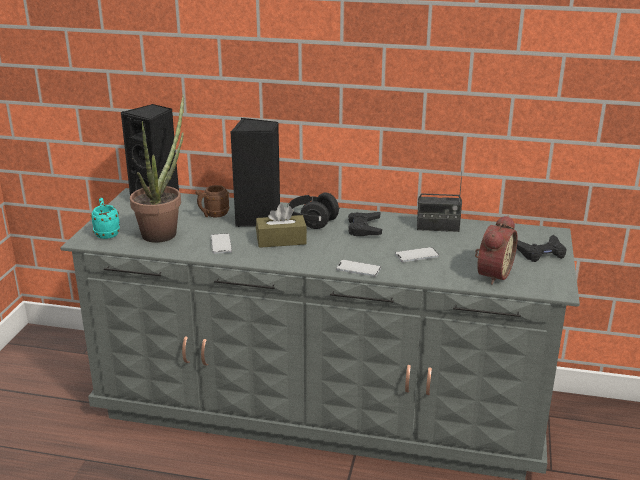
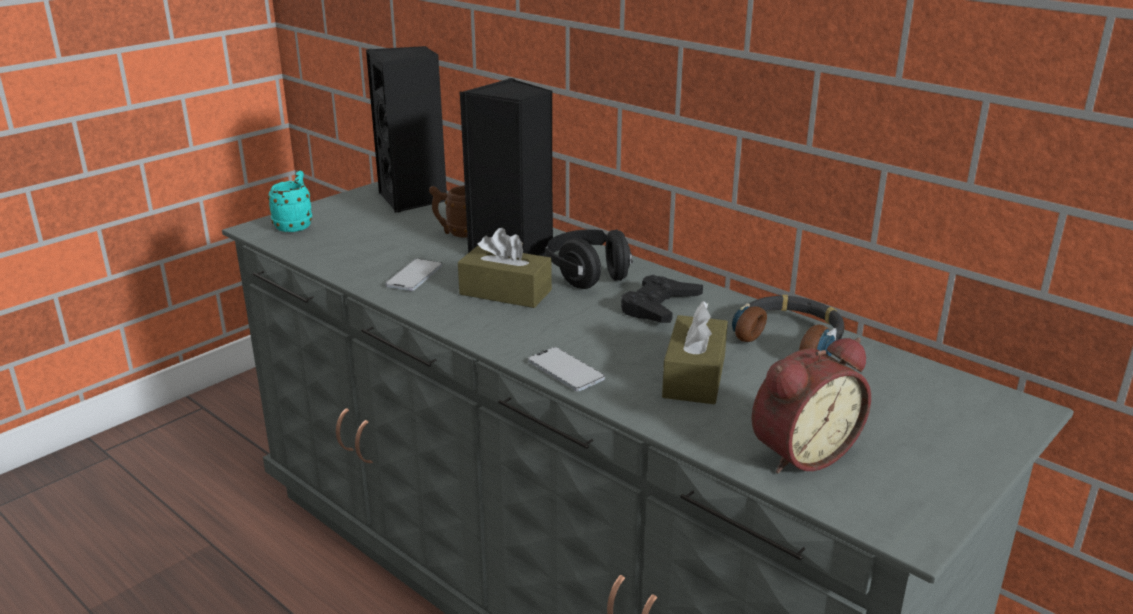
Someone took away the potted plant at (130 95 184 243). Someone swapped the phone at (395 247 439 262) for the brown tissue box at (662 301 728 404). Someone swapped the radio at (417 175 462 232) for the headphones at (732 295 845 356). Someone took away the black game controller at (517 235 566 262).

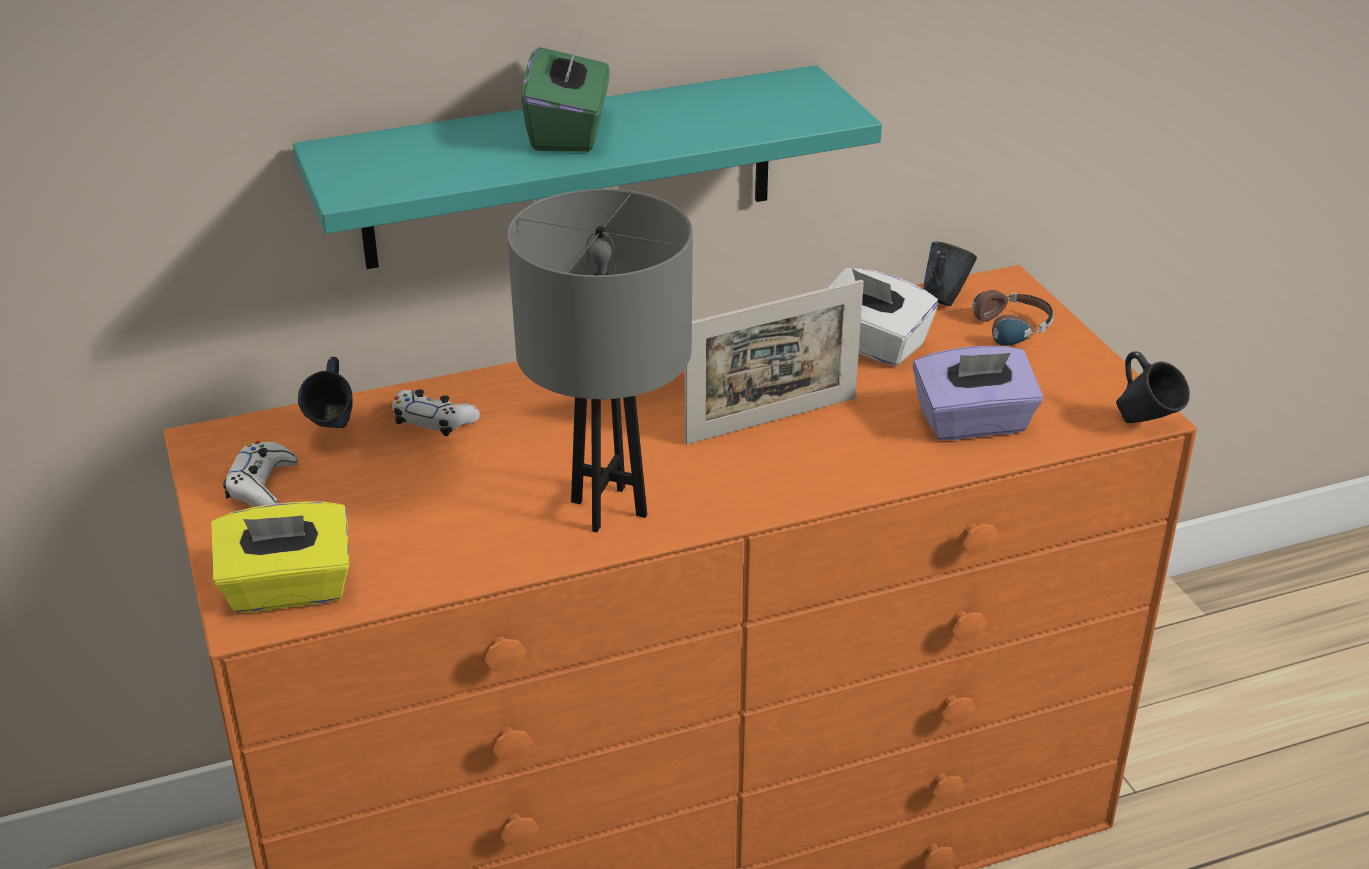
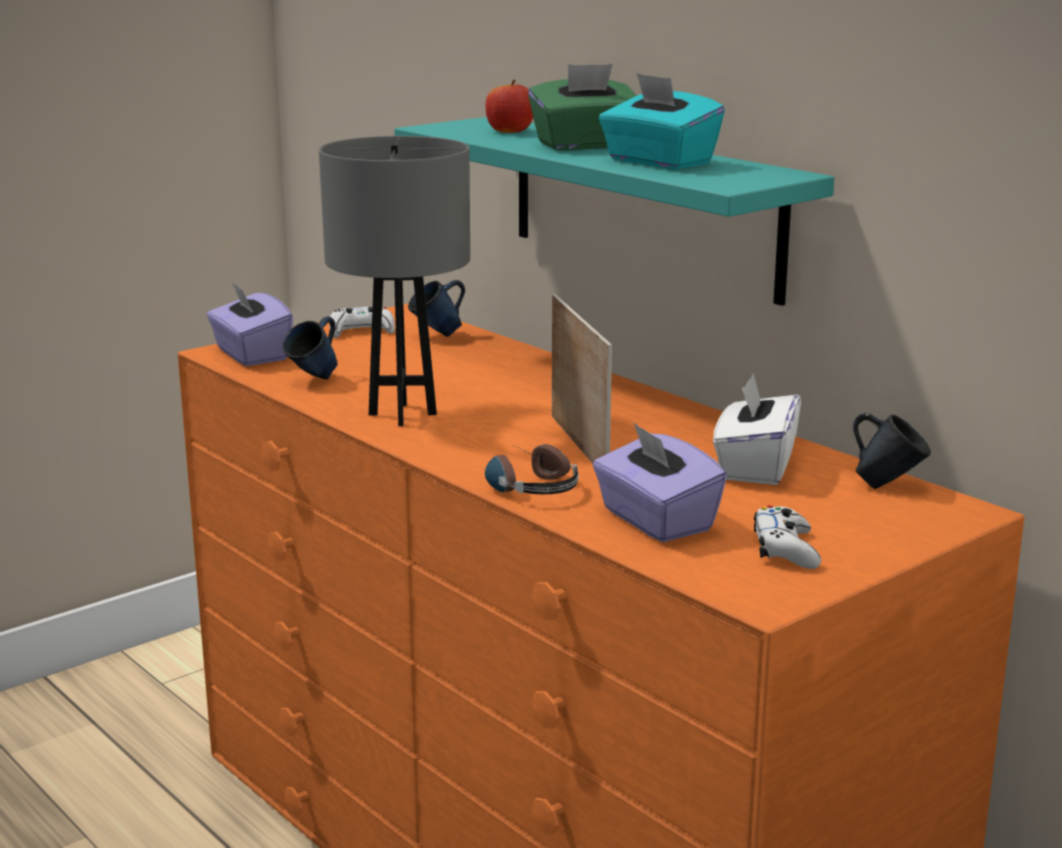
Someone repainted the yellow tissue box at (211 501 350 613), which became the purple tissue box at (207 281 293 366). Someone carried the white game controller from (392 389 480 436) to (754 505 821 569). Someone rotated the picture frame at (685 280 864 445) by 150 degrees counterclockwise. Someone carried the headphones from (944 290 1054 346) to (485 444 579 494). Someone carried the blue mug from (1116 351 1190 423) to (283 316 338 379). Someone put down the apple at (485 80 533 133). Someone put down the turquoise tissue box at (599 73 725 169).

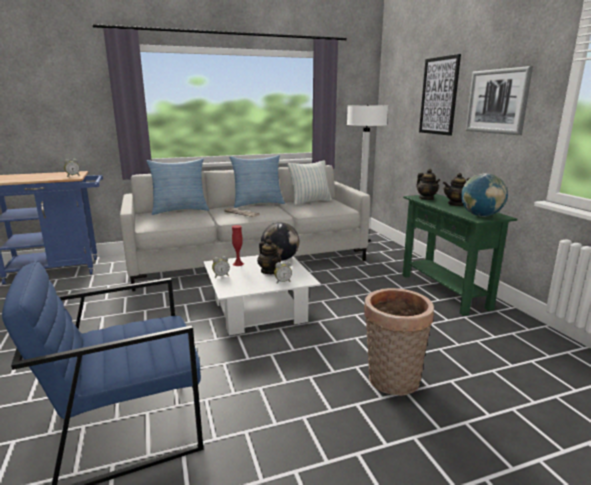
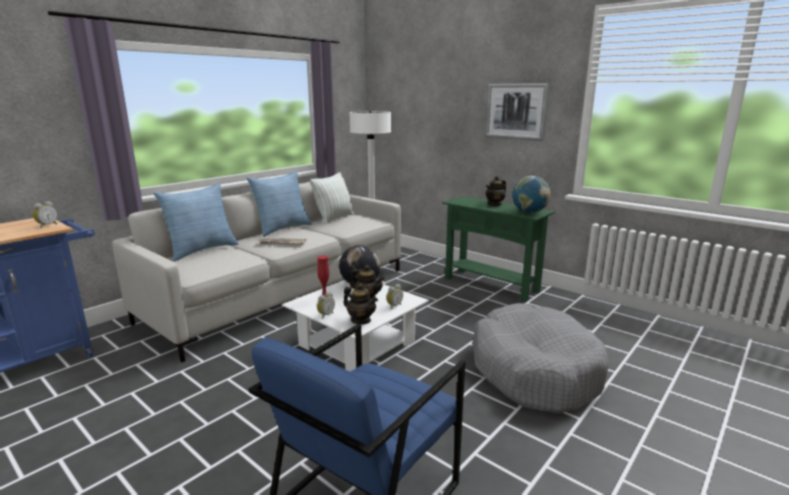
Someone swapped the basket at (364 288 434 396) for the grey dog bed at (473 303 609 414). Someone carried the teapot from (416 169 440 200) to (343 283 378 324). Someone took away the picture at (419 54 461 136).

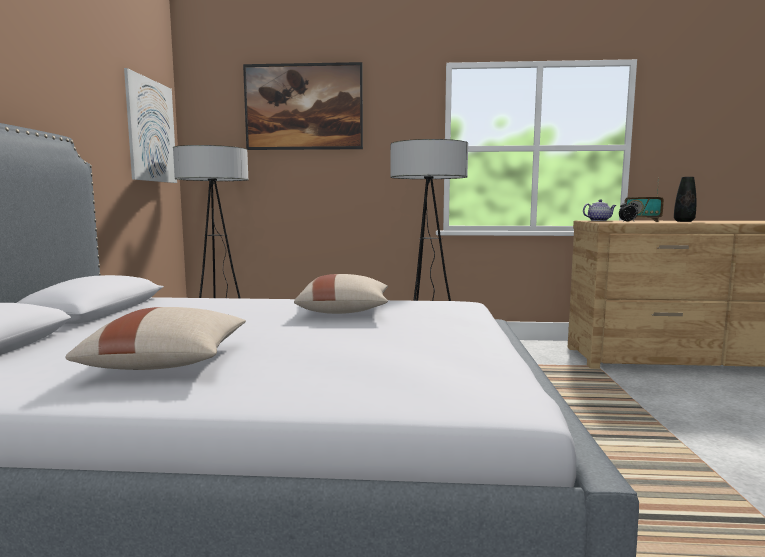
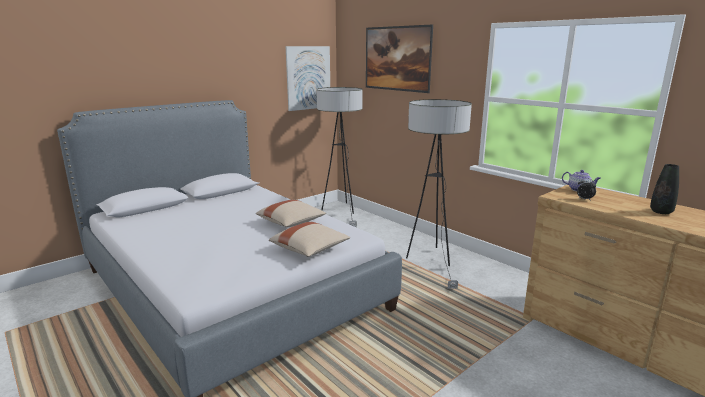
Someone carried the beige pillow from (65 307 246 370) to (269 222 350 257). Someone took away the radio at (624 177 664 222).

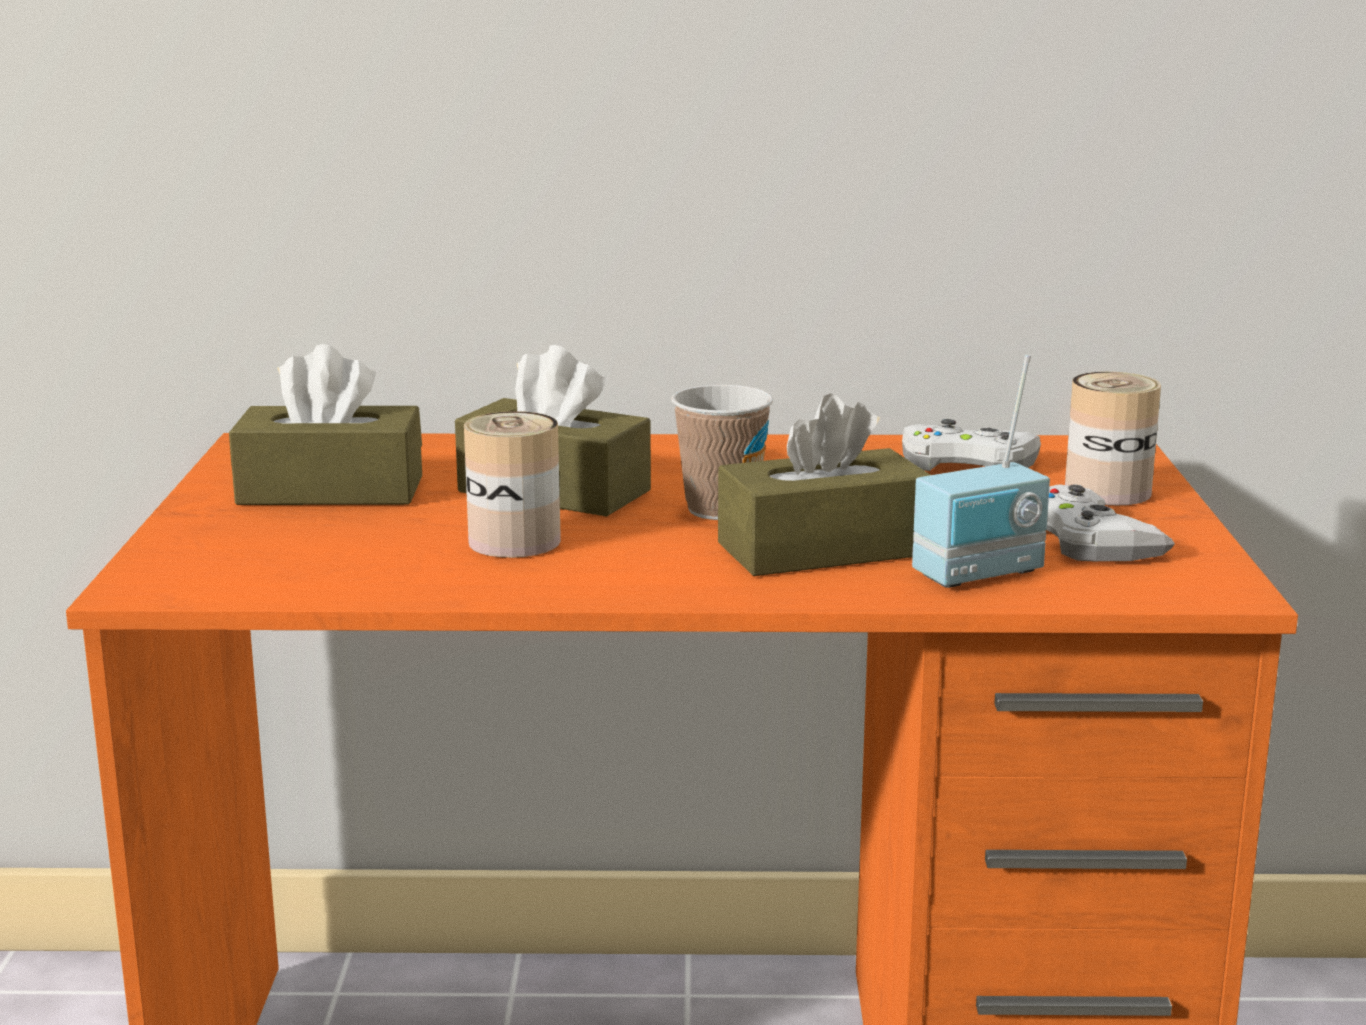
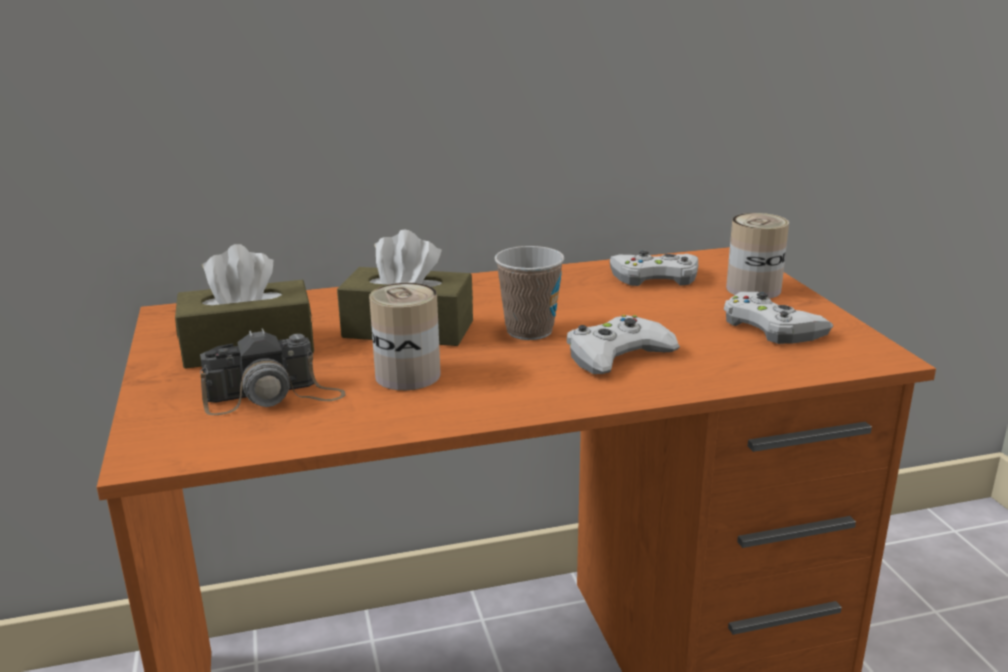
Someone swapped the brown tissue box at (718 393 930 576) for the white game controller at (567 315 680 374). Someone took away the radio at (912 355 1050 588). Someone put down the photo camera at (200 329 345 415).

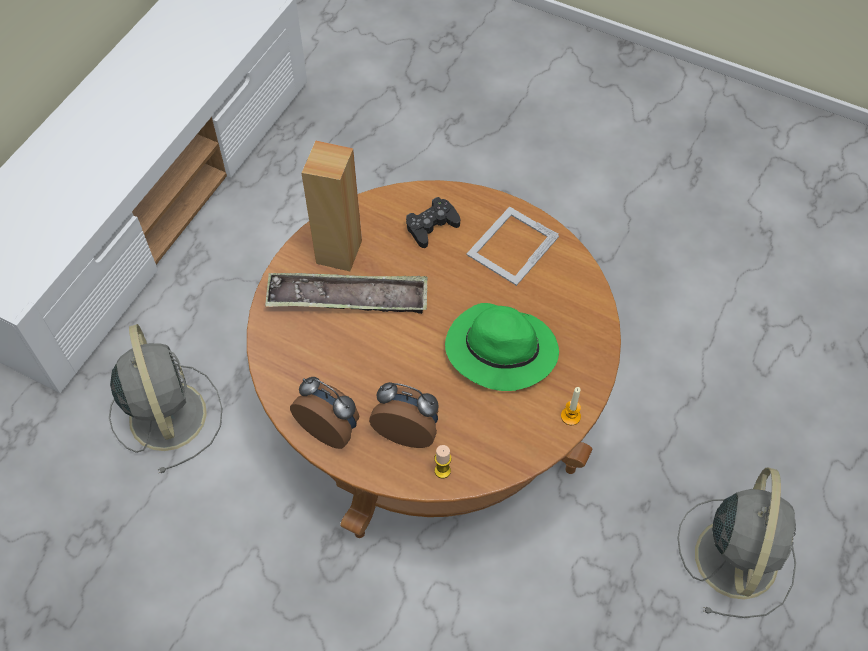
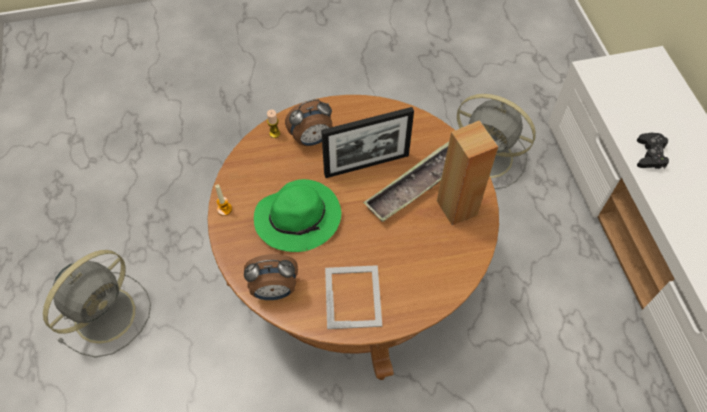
Someone carried the alarm clock from (290 377 359 449) to (244 254 298 300). Someone carried the black game controller from (406 197 460 248) to (637 132 669 169). Someone rotated the grey fan at (678 468 796 618) by 120 degrees counterclockwise. Someone put down the picture frame at (321 107 414 178).

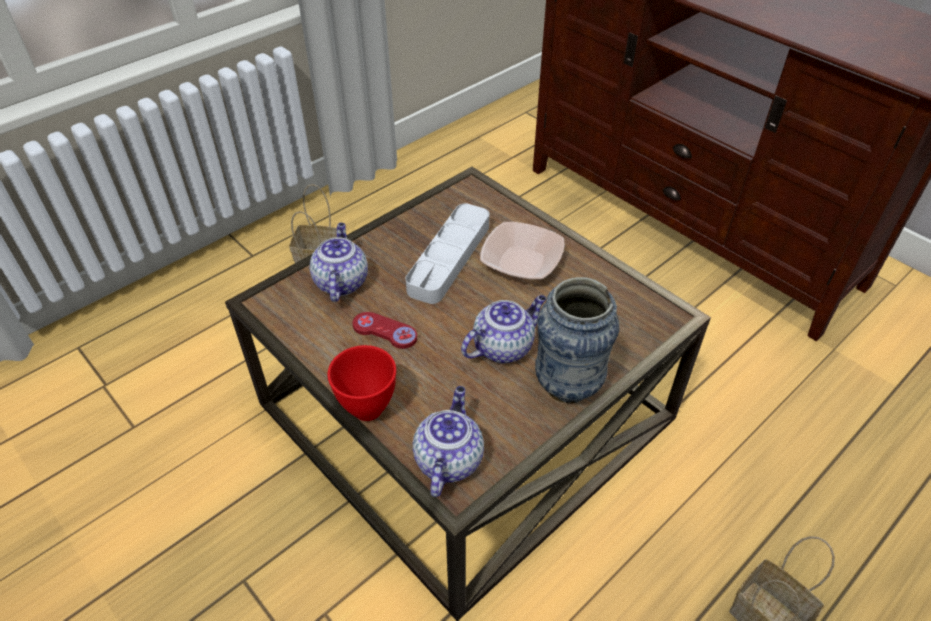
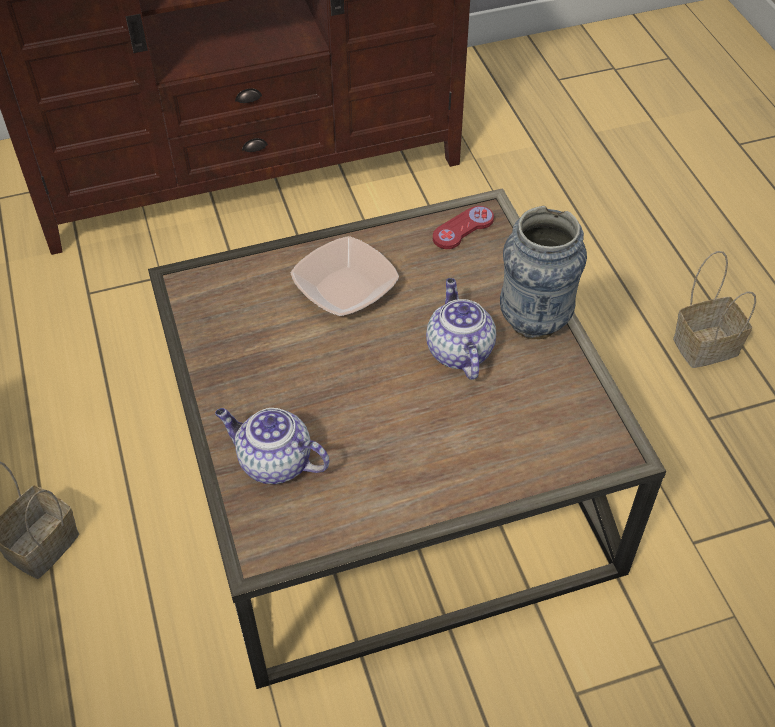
Someone took away the red bowl at (328 345 396 421). Someone carried the red game controller from (353 312 417 349) to (433 206 494 249). Someone took away the grey tray at (406 203 489 304). Someone took away the teapot at (413 386 484 497).

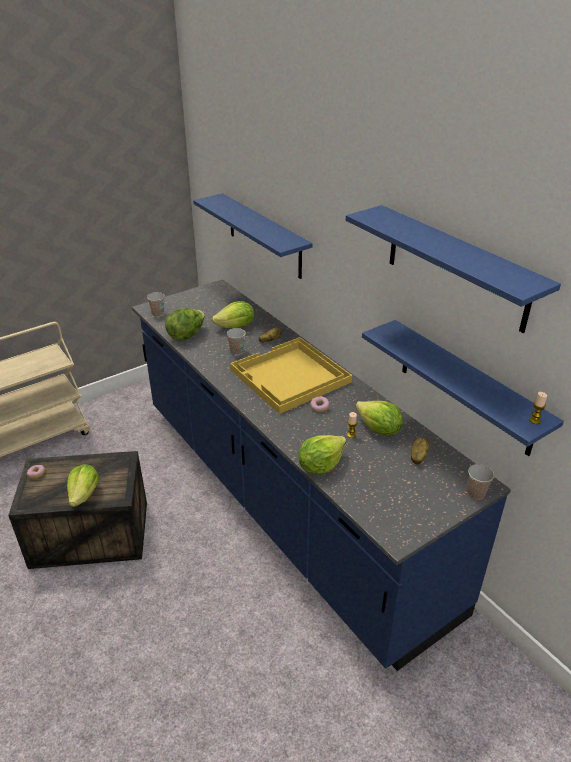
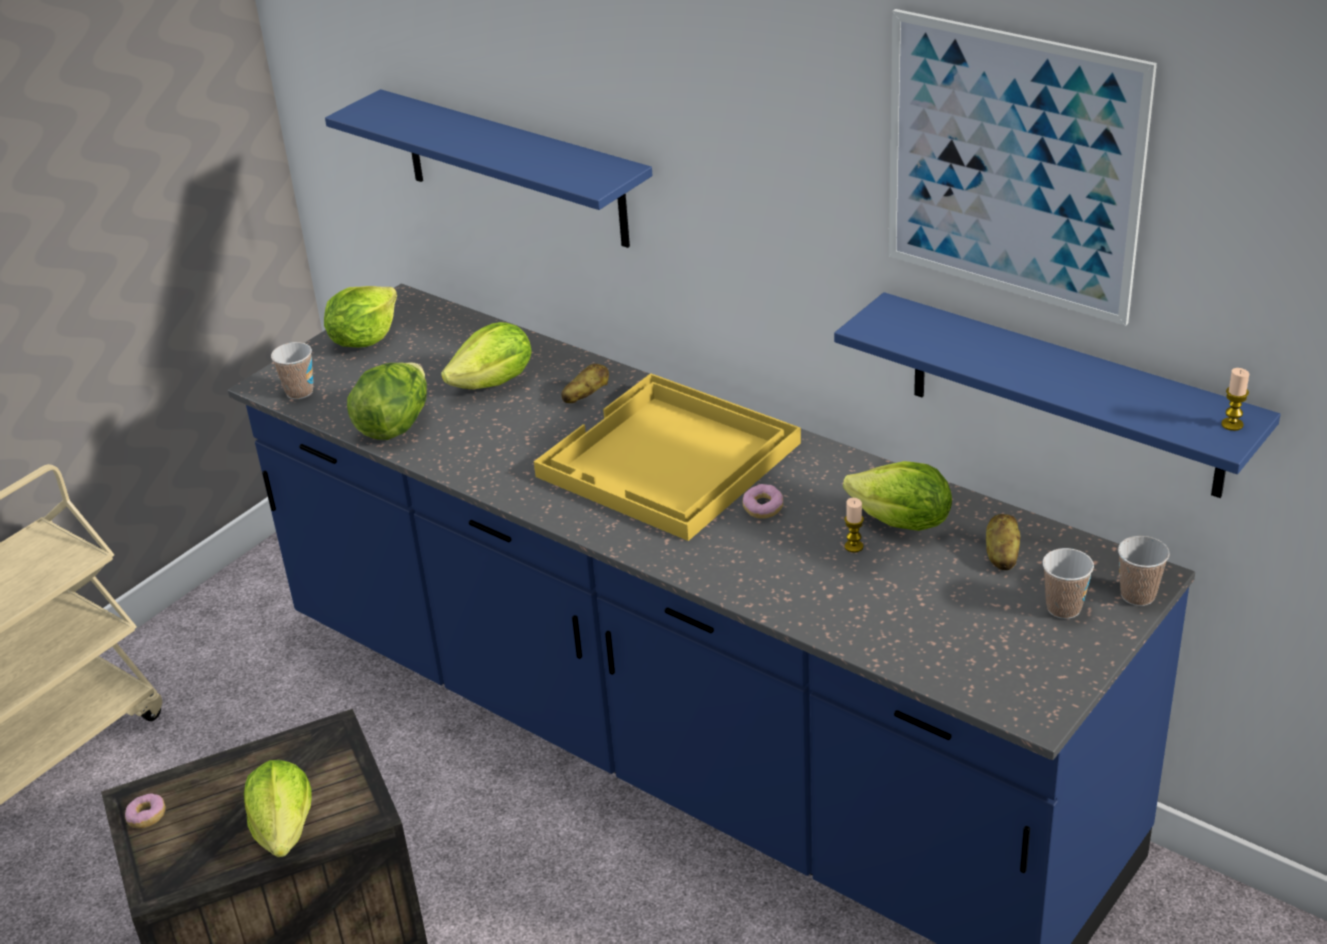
Someone carried the cup from (227 328 246 355) to (1042 548 1094 619). Someone carried the lettuce from (298 435 346 475) to (324 286 397 348). Someone swapped the blue shelf at (346 205 561 333) for the picture at (888 9 1157 326).

